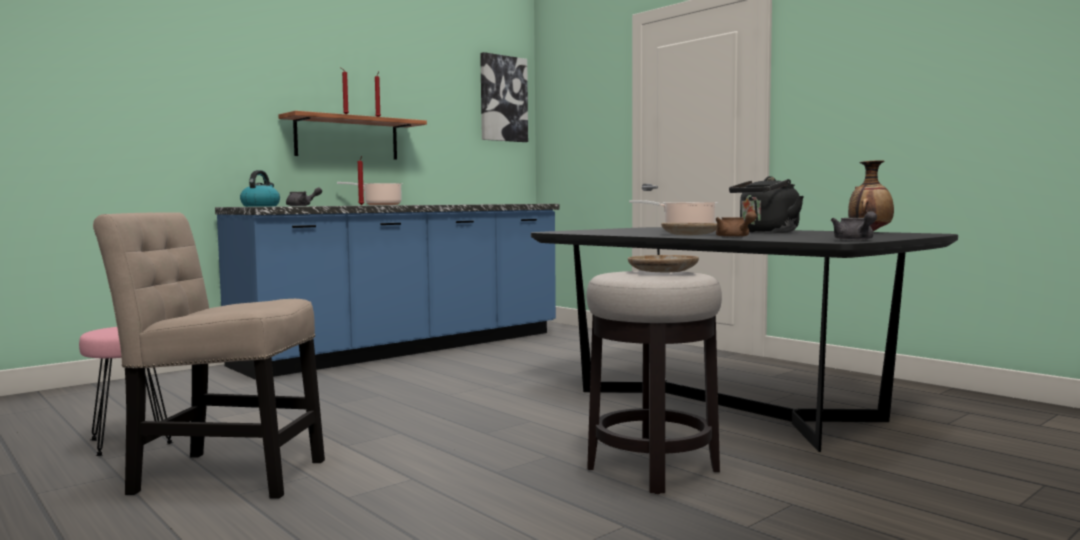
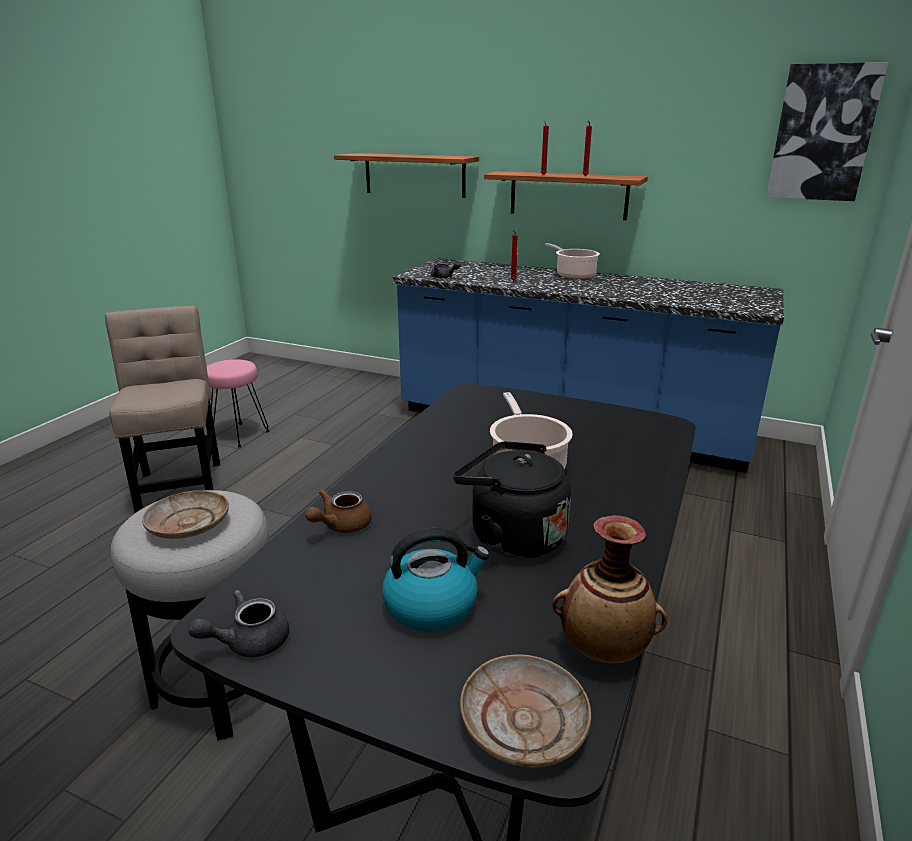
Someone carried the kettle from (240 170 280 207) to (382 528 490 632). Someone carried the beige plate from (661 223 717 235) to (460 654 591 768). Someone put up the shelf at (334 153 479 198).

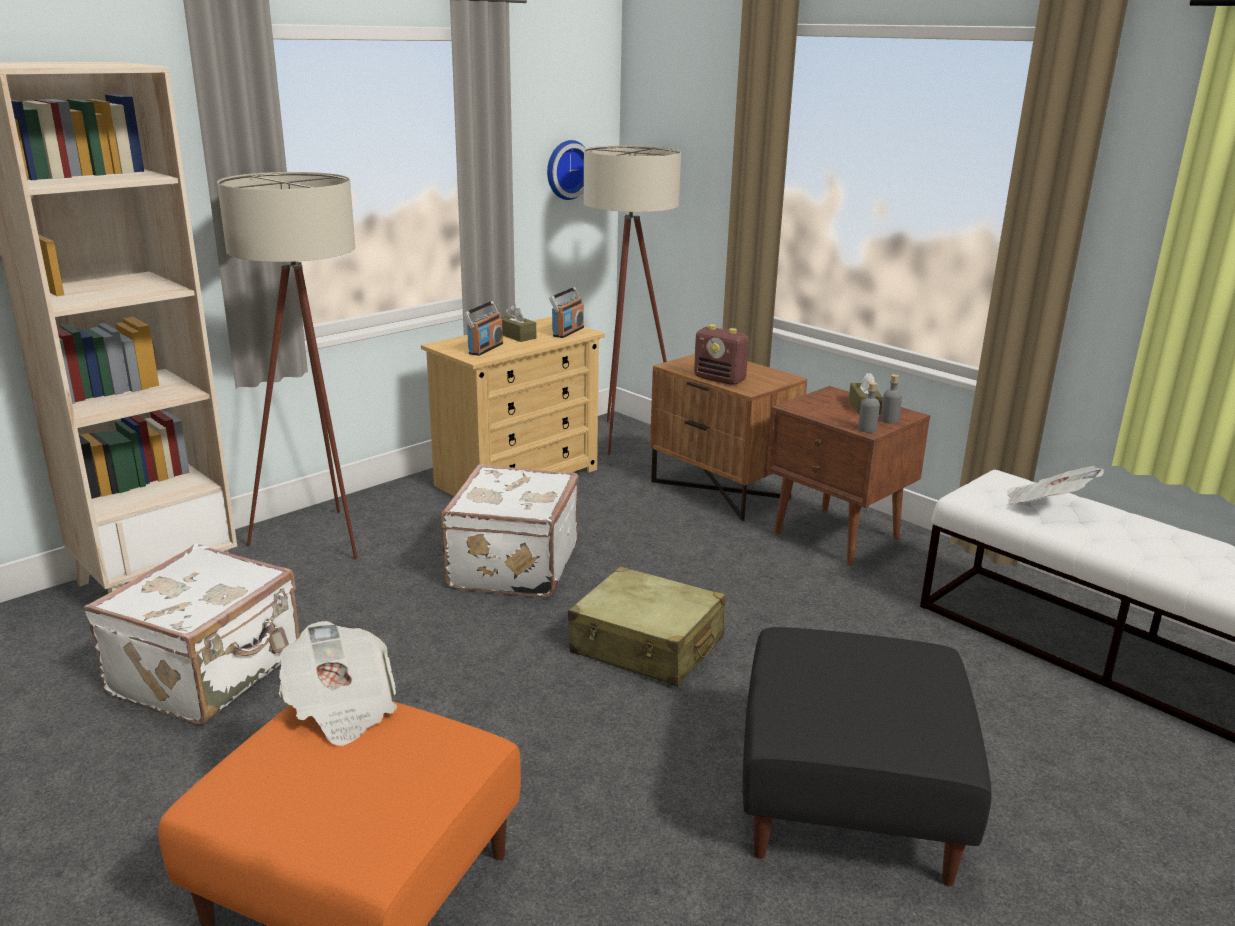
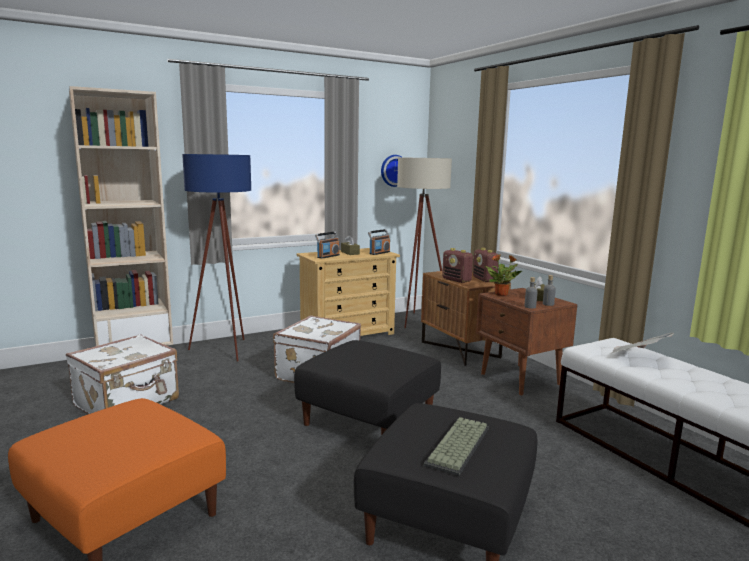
Someone repainted the beige floor lamp at (217 172 358 560), which became the blue floor lamp at (182 154 251 361). Someone took away the newspaper at (279 621 397 746). Someone swapped the beige suitcase at (568 566 725 687) for the black ottoman at (294 340 441 435). Someone put down the keyboard at (424 417 489 476). Someone put down the radio at (473 247 498 282). Someone put down the potted plant at (485 254 522 296).

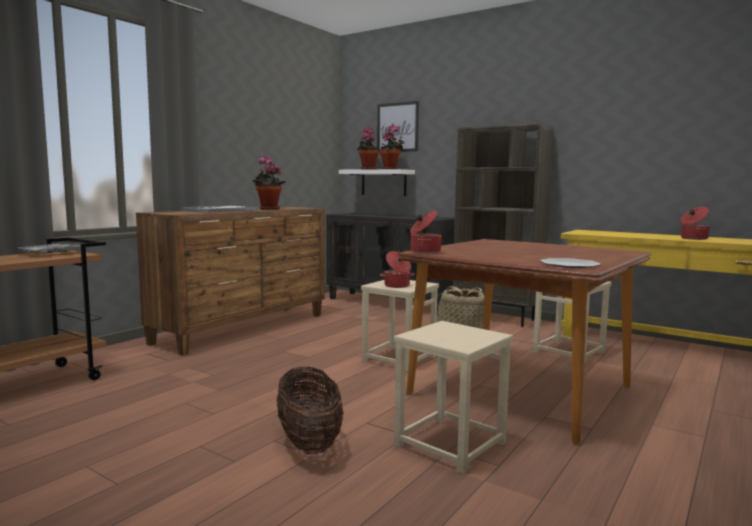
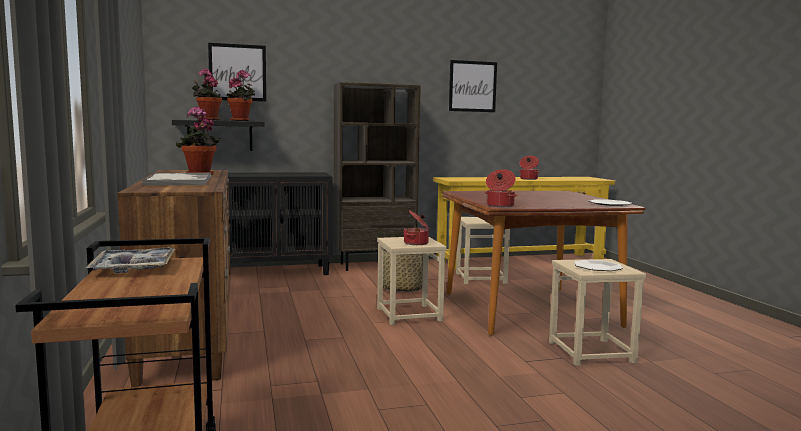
Someone took away the basket at (277 367 344 454). Someone repainted the white shelf at (339 169 415 196), which became the black shelf at (172 120 264 151). Someone put up the picture at (449 60 497 112). Someone put down the plate at (574 260 623 271).

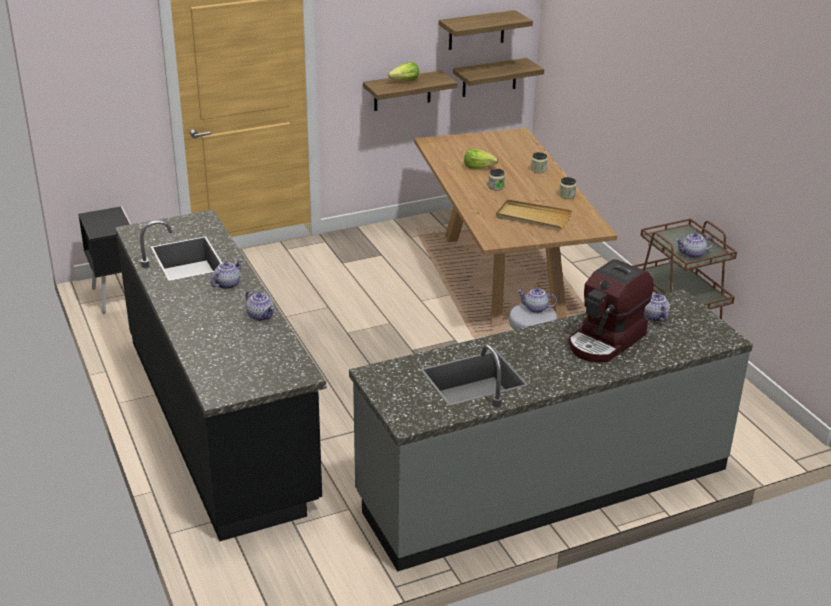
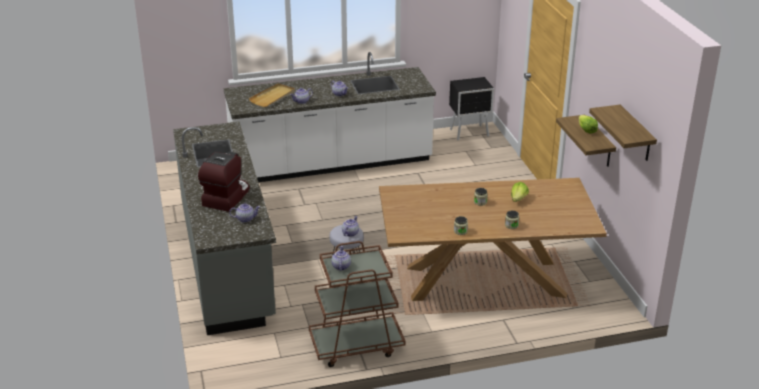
Someone repainted the black counter at (115 210 326 541), which became the white counter at (224 52 436 182). Someone took away the shelf at (453 58 544 97). Someone carried the beige tray from (496 199 572 229) to (249 83 295 107). Someone rotated the coffee machine at (568 259 654 363) by 60 degrees clockwise.

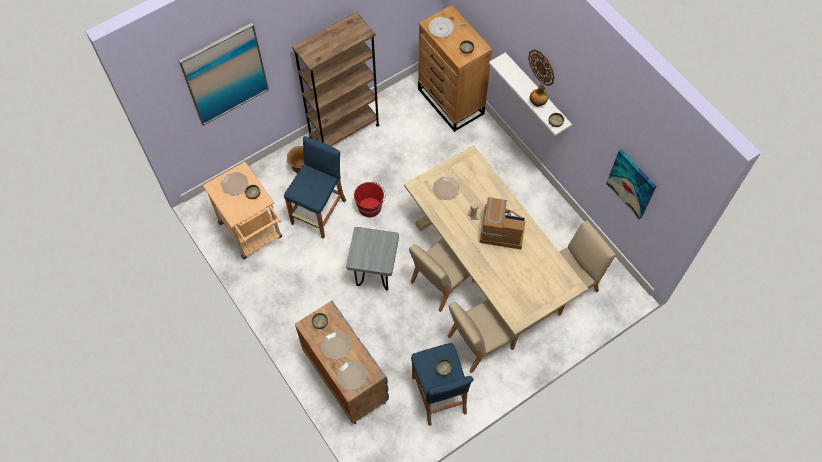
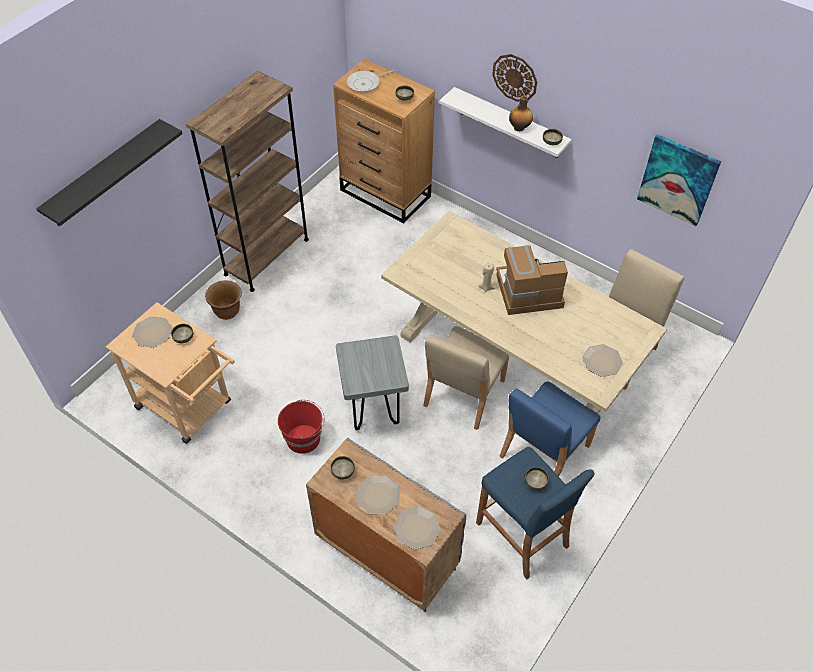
Someone swapped the picture at (179 23 269 126) for the black shelf at (37 119 182 226). Someone took away the blue stool at (284 136 346 239). Someone carried the red bucket from (354 182 385 217) to (278 400 324 454). Someone carried the plate from (433 177 459 200) to (583 344 623 377). Someone repainted the beige chair at (448 299 519 373), which became the blue chair at (499 381 600 477).

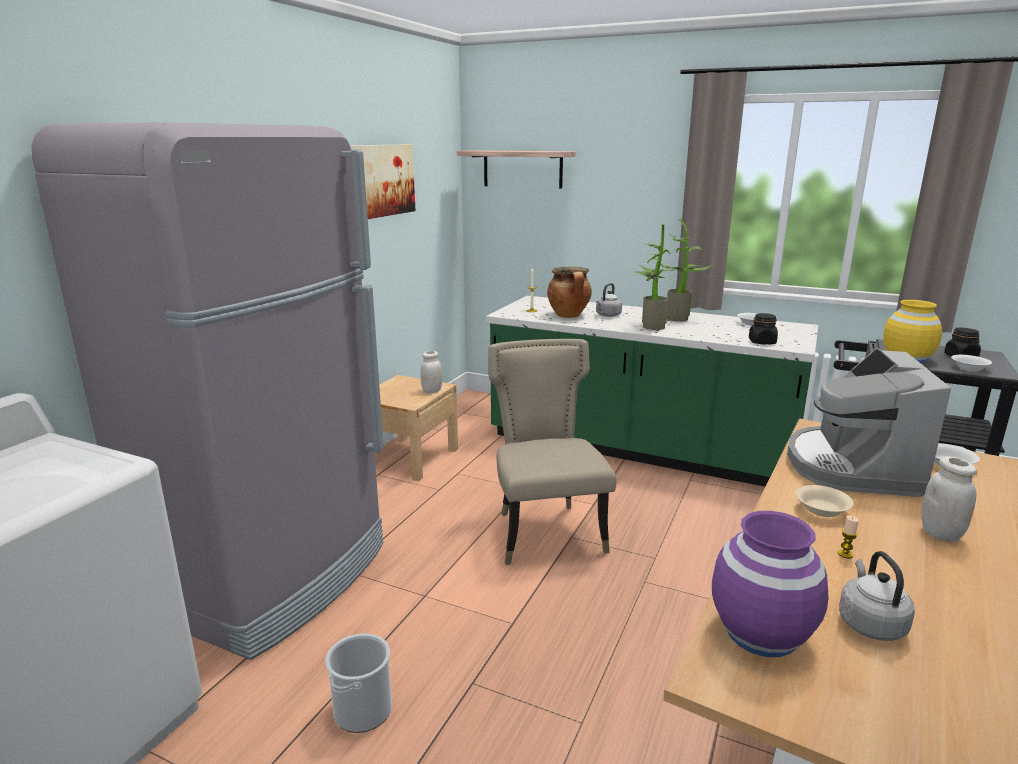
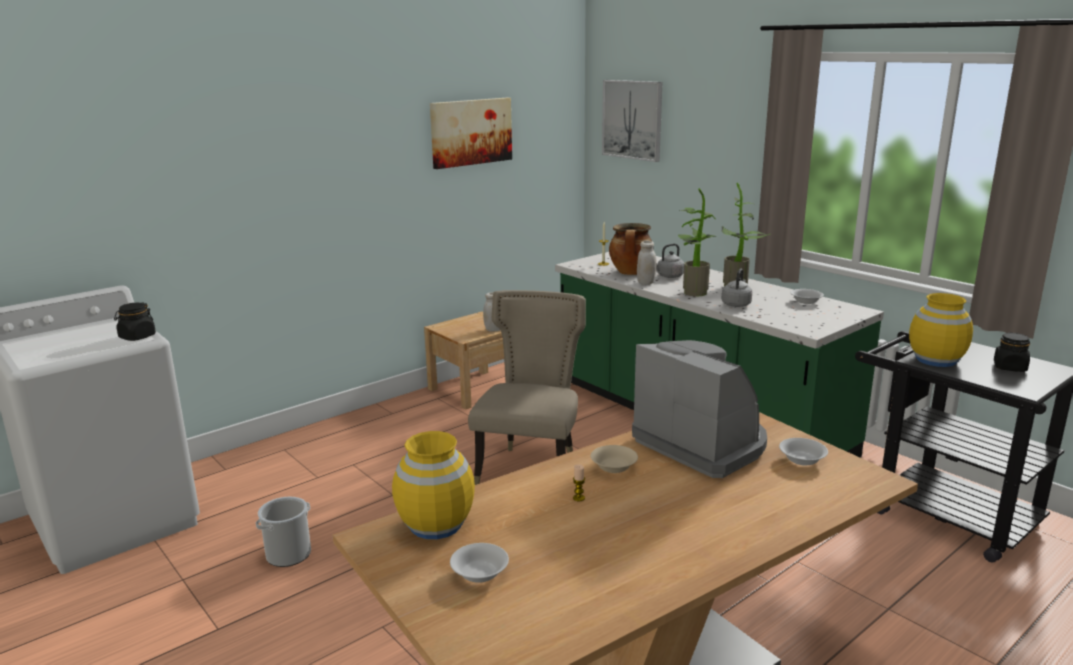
Someone took away the grey fridge at (31 122 384 660). Someone swapped the shelf at (457 150 576 189) for the picture at (602 80 663 162). Someone repainted the purple vase at (712 511 828 657), which became the yellow vase at (392 431 475 539). Someone carried the black jar from (749 313 778 344) to (114 302 156 341). Someone rotated the coffee machine at (787 348 951 497) by 105 degrees clockwise. Someone carried the grey kettle from (839 551 915 641) to (721 268 752 307). Someone carried the white jar from (921 456 977 542) to (637 241 656 285). Someone carried the white bowl from (951 355 992 372) to (450 543 509 583).

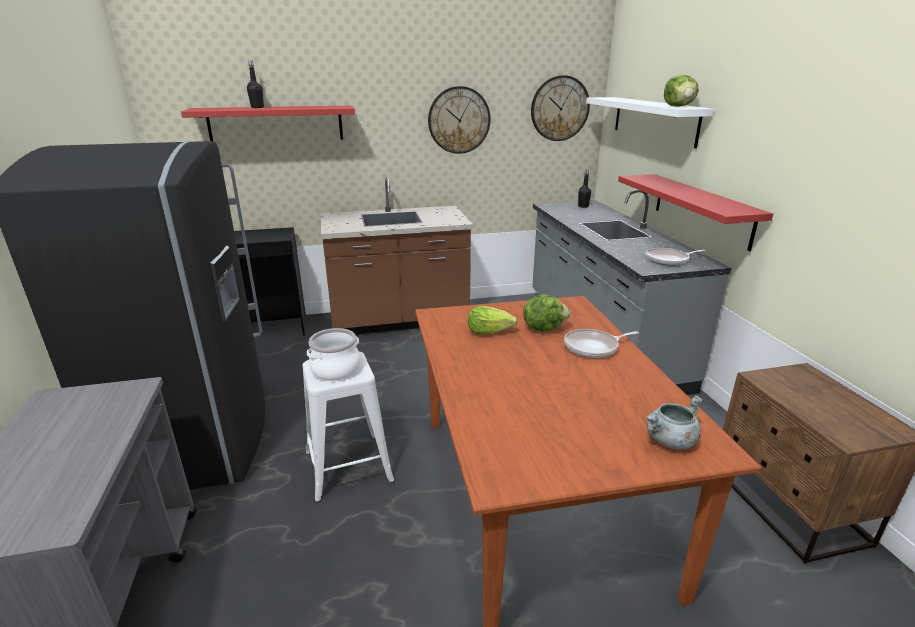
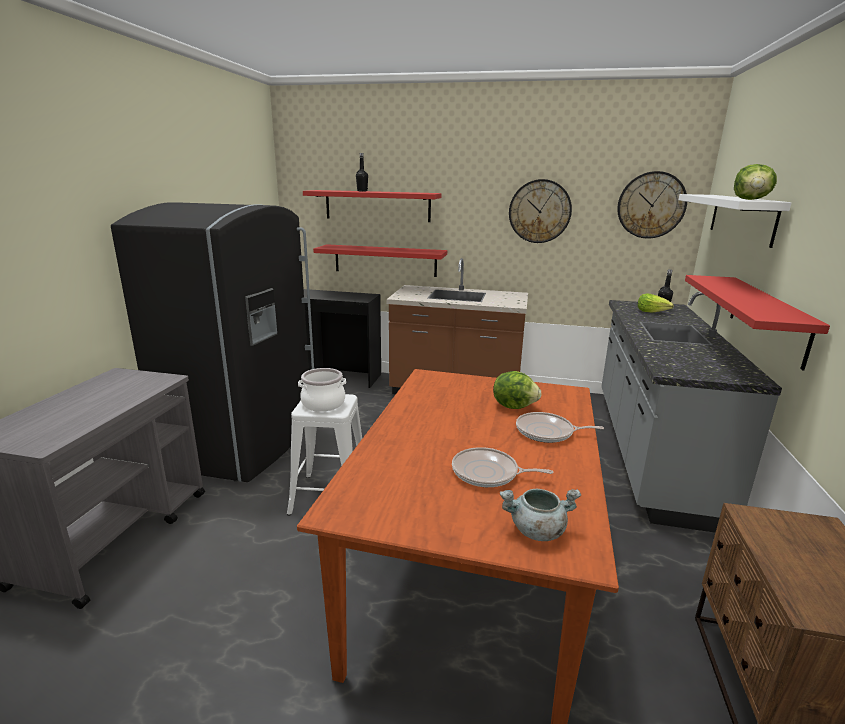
Someone carried the lettuce from (468 306 518 335) to (638 294 674 312). Someone carried the frying pan from (646 248 706 266) to (452 447 553 487). Someone put up the red shelf at (313 244 447 277).

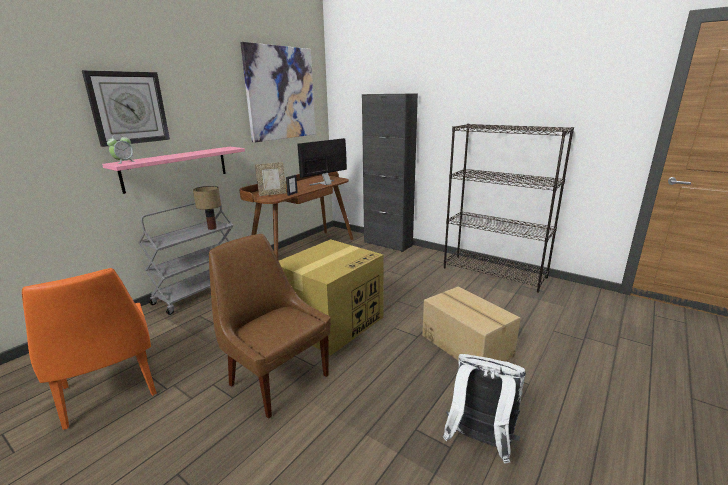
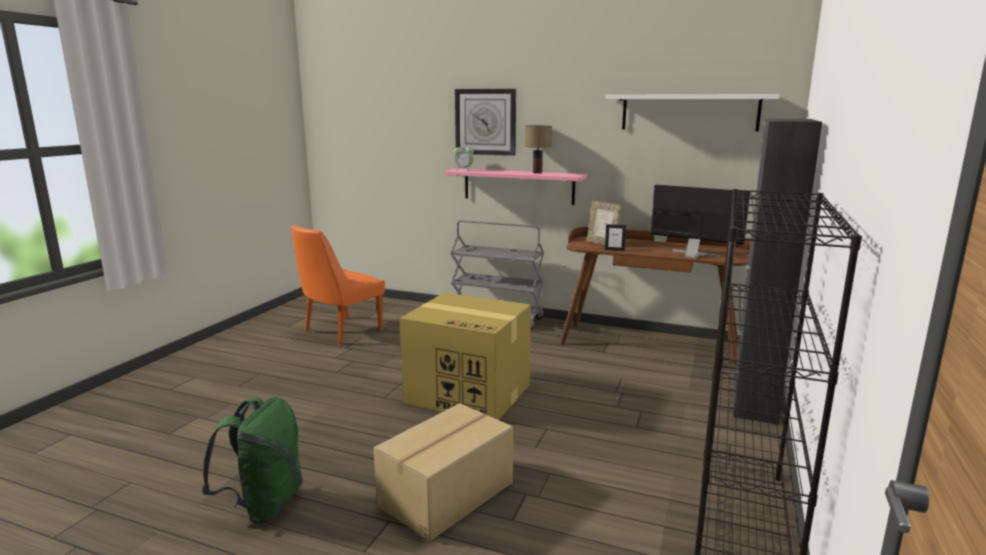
Someone carried the table lamp from (193 186 221 230) to (525 125 552 174). Someone took away the brown chair at (209 234 331 419). Someone swapped the picture at (240 42 316 143) for the white shelf at (606 94 780 132). Someone repainted the white backpack at (443 354 526 463), which became the green backpack at (202 397 303 524).

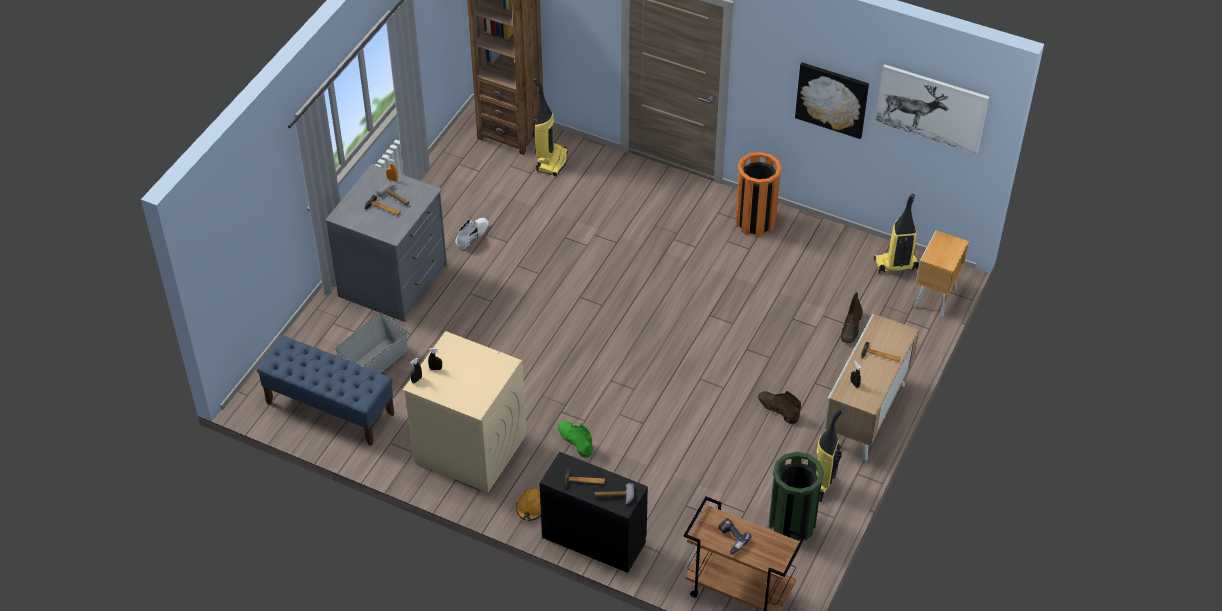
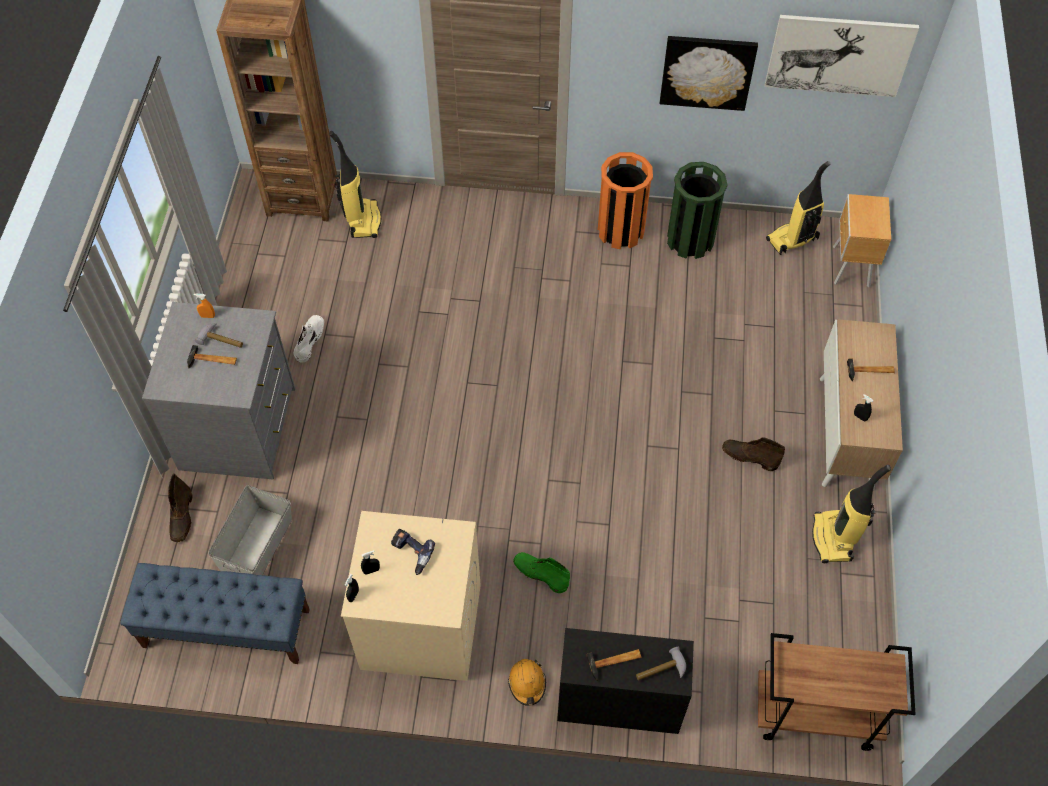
Someone carried the power drill from (718 518 751 554) to (391 529 435 575). Someone carried the green trash can from (769 452 824 541) to (667 162 727 259). Someone carried the brown boot from (841 292 863 343) to (168 474 193 542).

